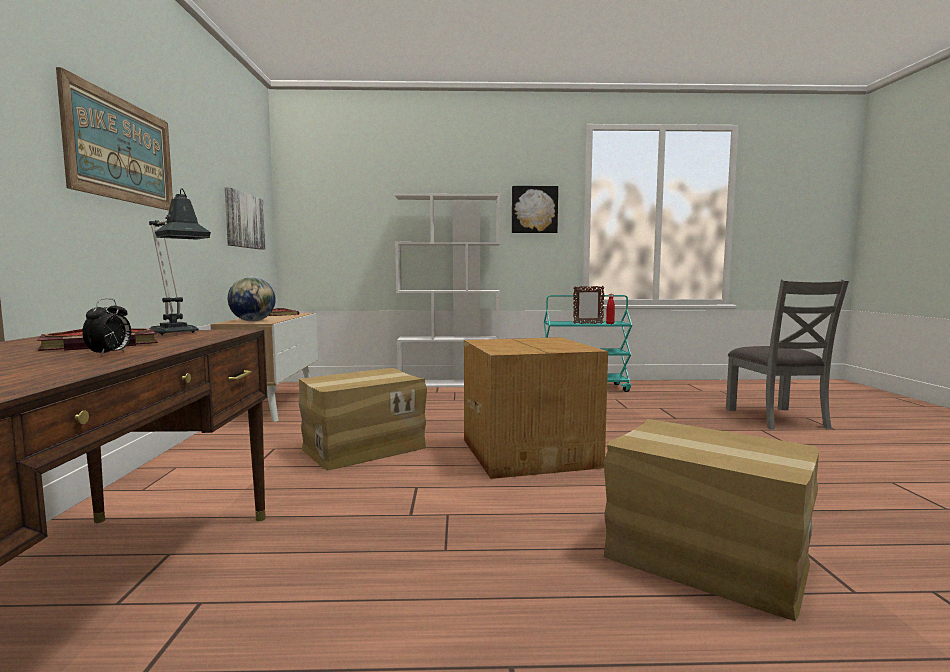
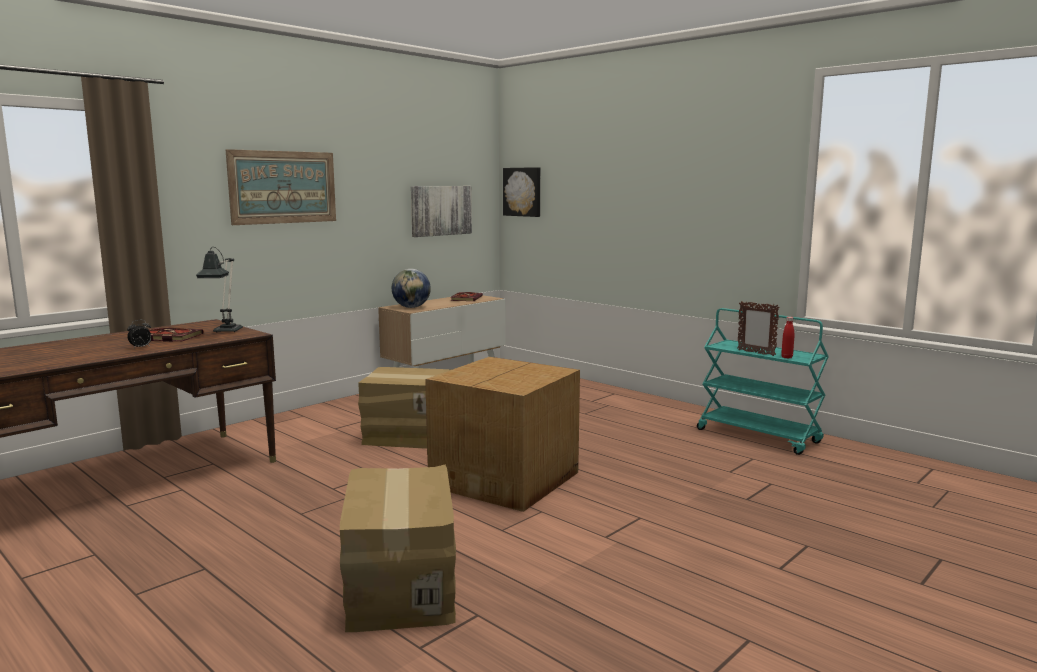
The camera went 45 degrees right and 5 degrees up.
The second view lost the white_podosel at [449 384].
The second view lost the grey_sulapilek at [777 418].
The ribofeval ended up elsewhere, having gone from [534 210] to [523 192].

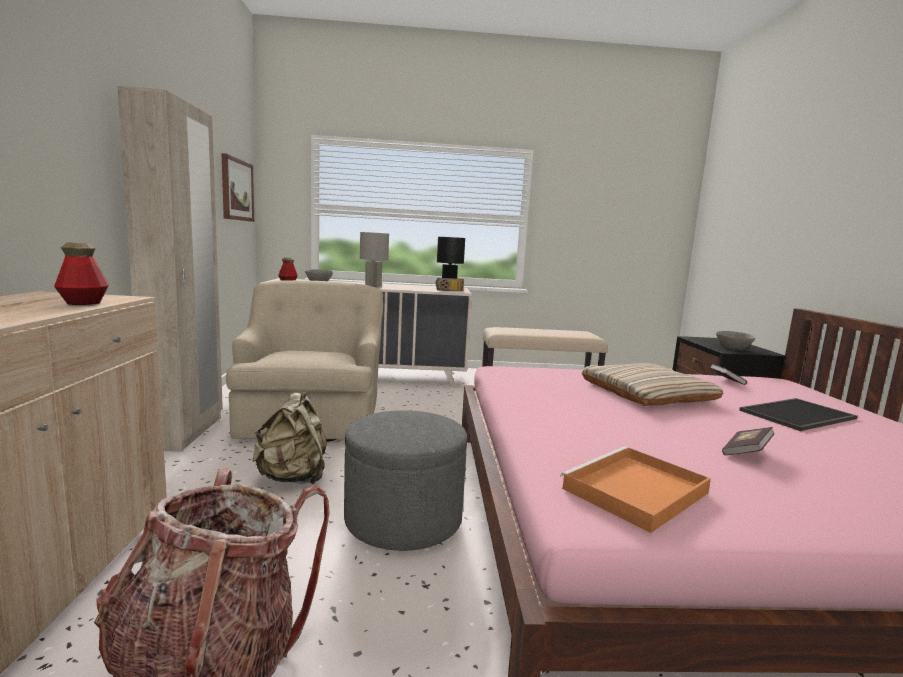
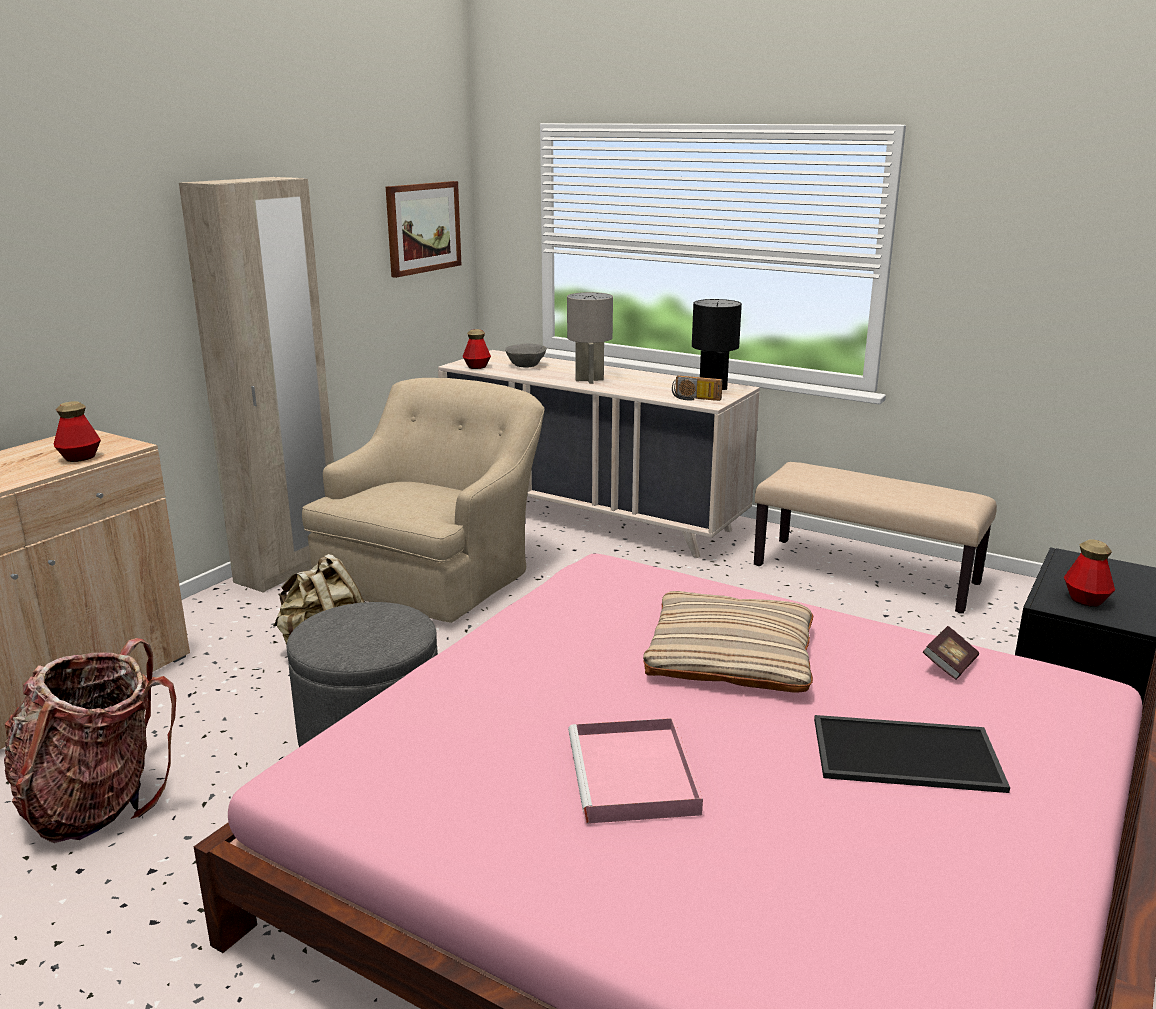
The camera went 35 degrees right and 10 degrees up.
The second view lost the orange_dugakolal at [634 492].
Where the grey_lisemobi stood at [732 348], the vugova came to stand at [1085 600].
Where the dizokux stood at [746 452], the pink_dugakolal came to stand at [634 777].

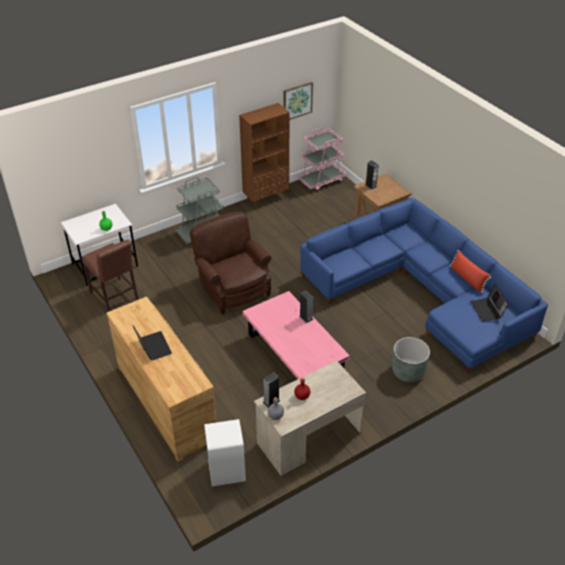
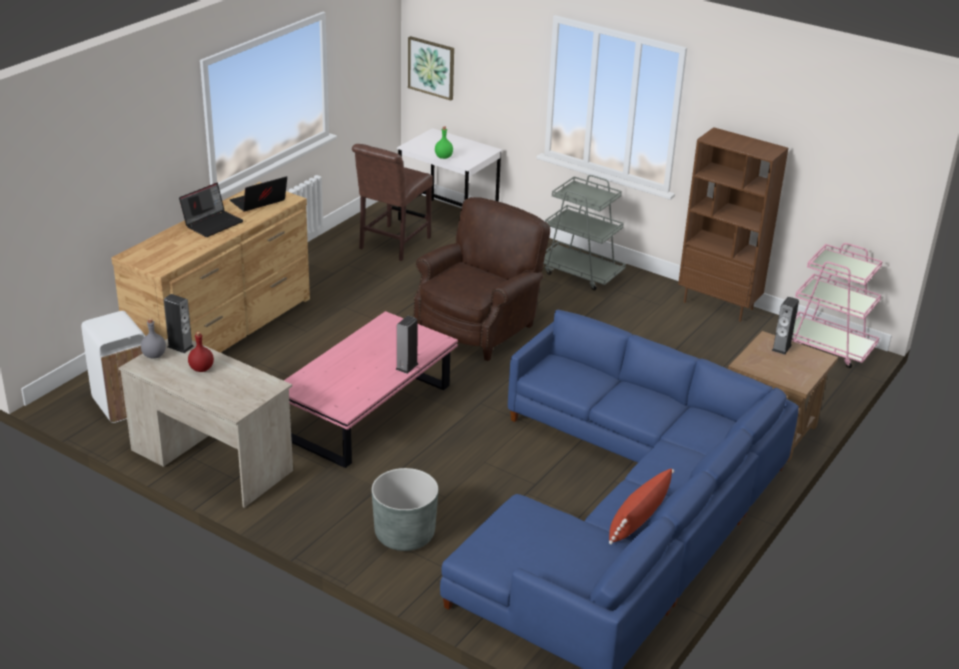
The camera went 65 degrees right and 10 degrees down.
The ribofeval ended up elsewhere, having gone from [297 101] to [431 67].
The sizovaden ended up elsewhere, having gone from [487 310] to [258 203].

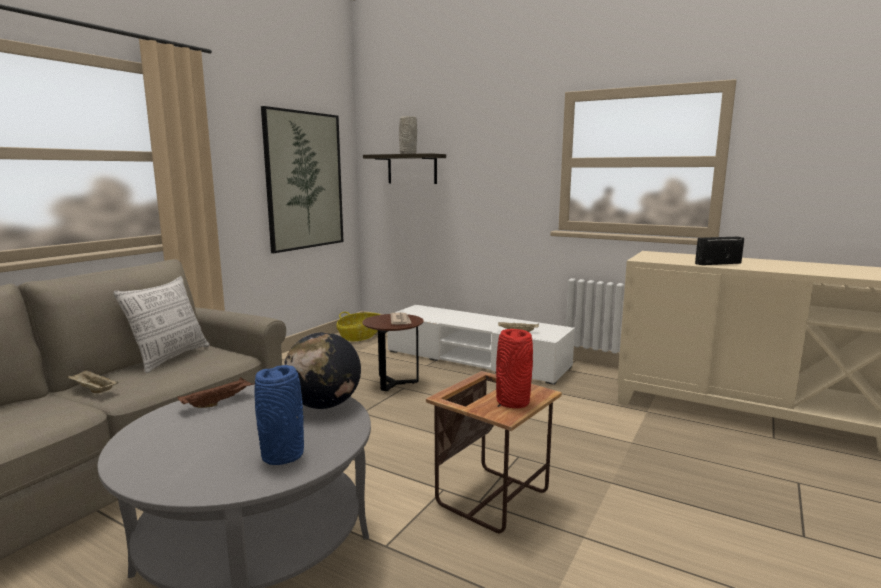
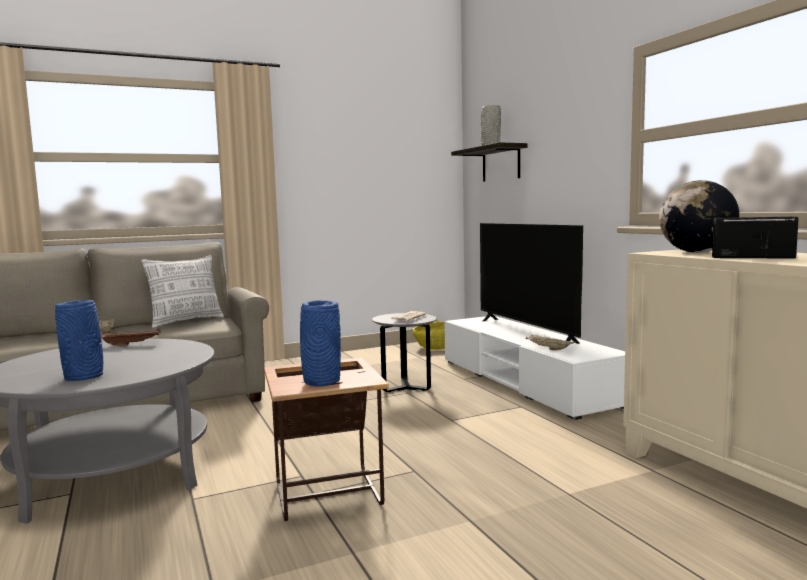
The camera went 35 degrees right and 5 degrees down.
The second view lost the ribofeval at [304 181].
The second view gained the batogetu at [526 331].
The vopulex ended up elsewhere, having gone from [324 405] to [696 252].
What was the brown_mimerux at [394 383] turned into the grey_mimerux at [406 387].
What was the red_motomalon at [512 402] turned into the blue_motomalon at [320 381].

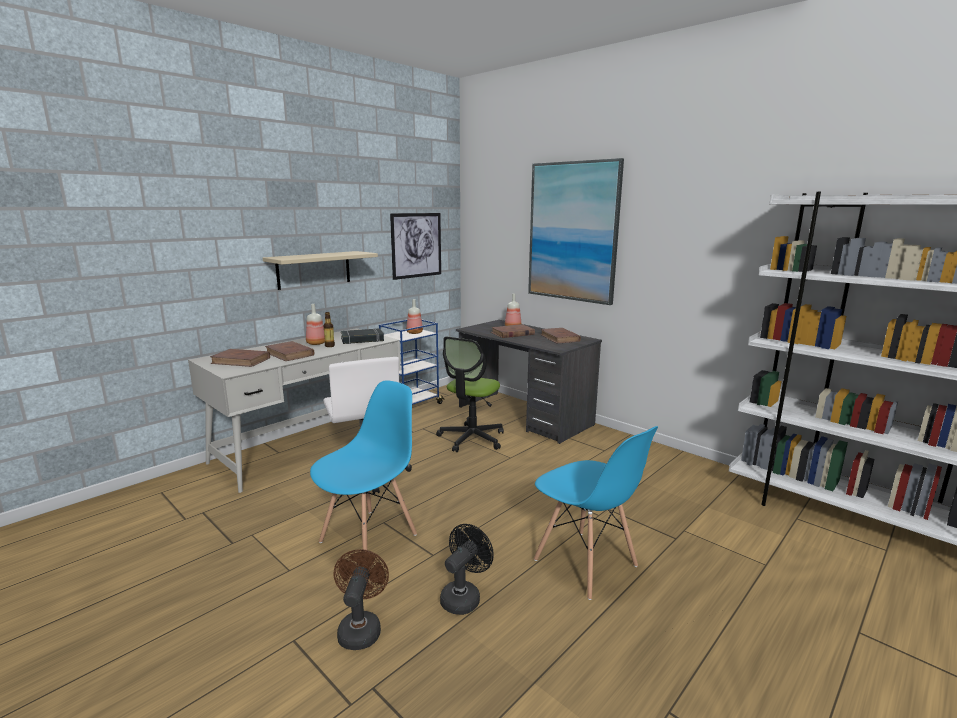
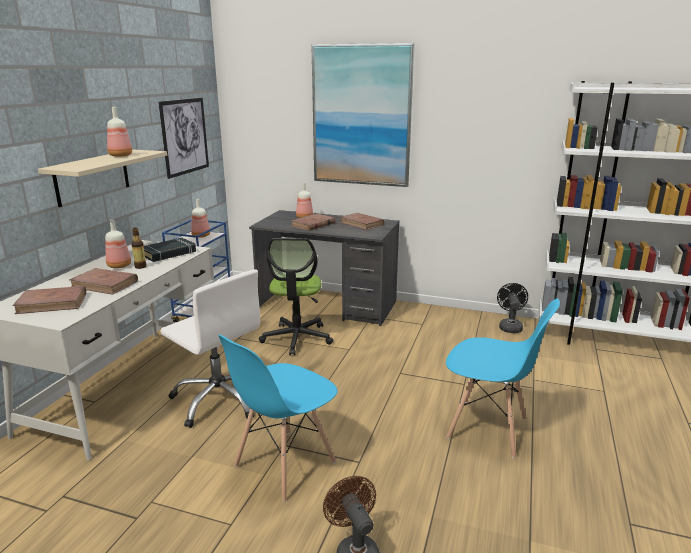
The camera went 25 degrees left and 5 degrees up.
The second view gained the vugova at [120 156].
The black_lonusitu ended up elsewhere, having gone from [464 596] to [510 326].
The blue_sulapilek at [369 538] ended up facing another way, 150 degrees counterclockwise from before.

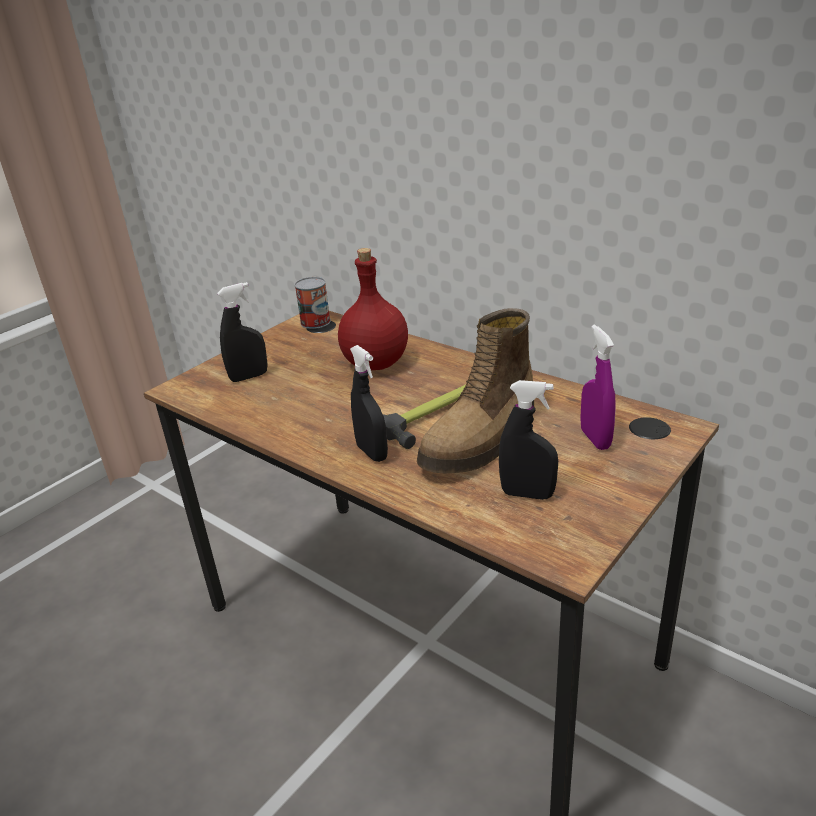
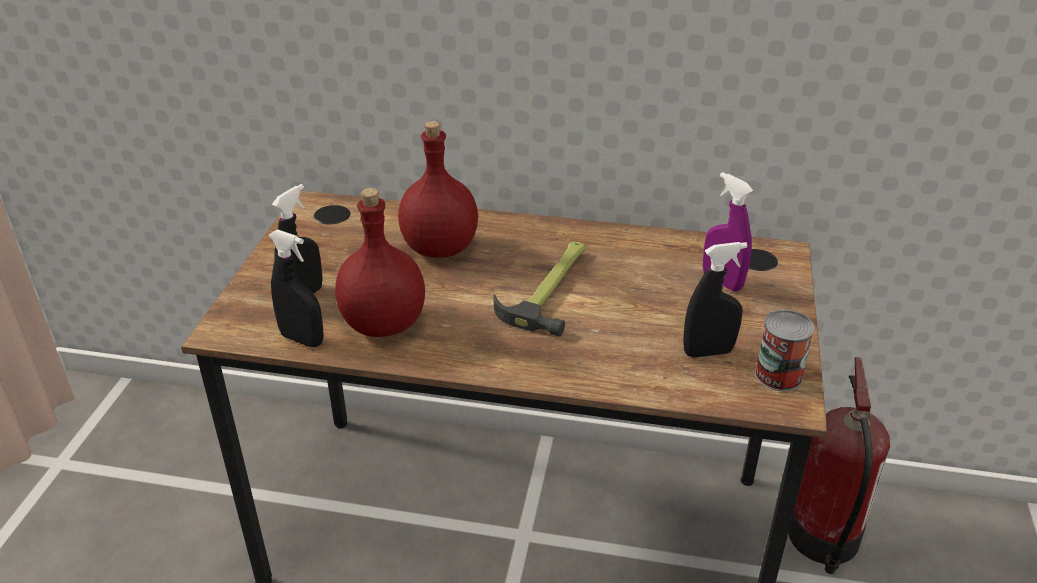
The camera went 30 degrees left and 5 degrees up.
The second view lost the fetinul at [482 440].
The second view gained the red_vugova at [384 323].
The second view gained the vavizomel at [824 540].
The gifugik ended up elsewhere, having gone from [315 322] to [778 375].
The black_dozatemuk ended up elsewhere, having gone from [372 453] to [302 339].

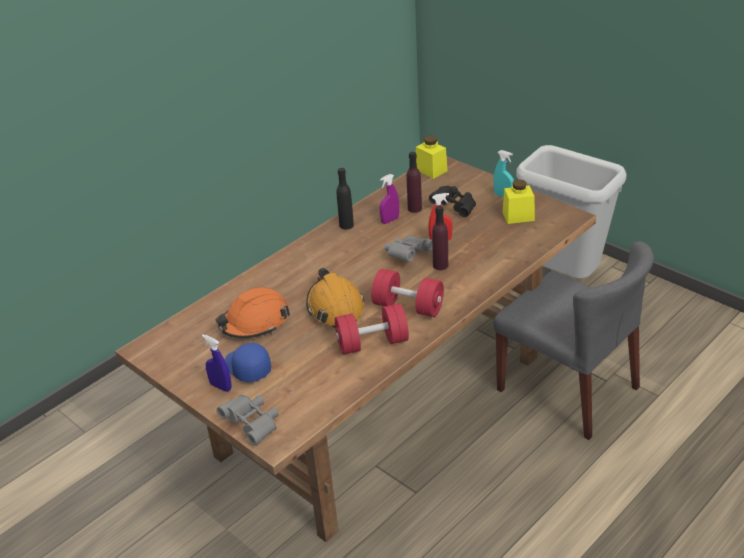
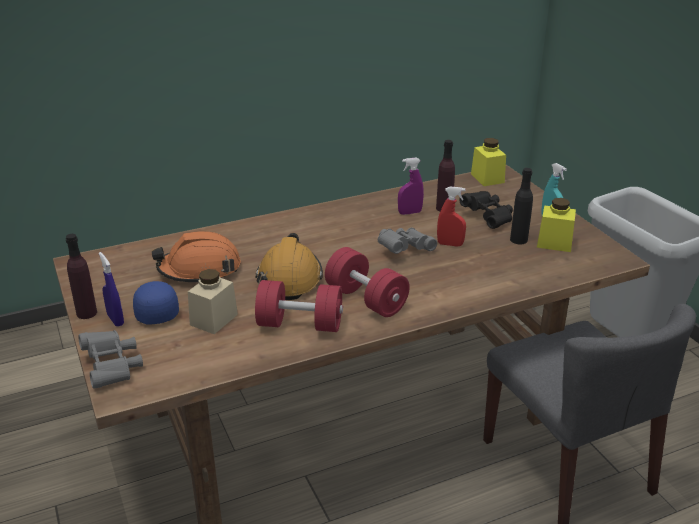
The camera went 20 degrees right and 5 degrees down.
The second view gained the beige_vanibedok at [214 319].
The black_vugova ended up elsewhere, having gone from [346 225] to [518 240].
The purple_vugova ended up elsewhere, having gone from [440 265] to [86 313].

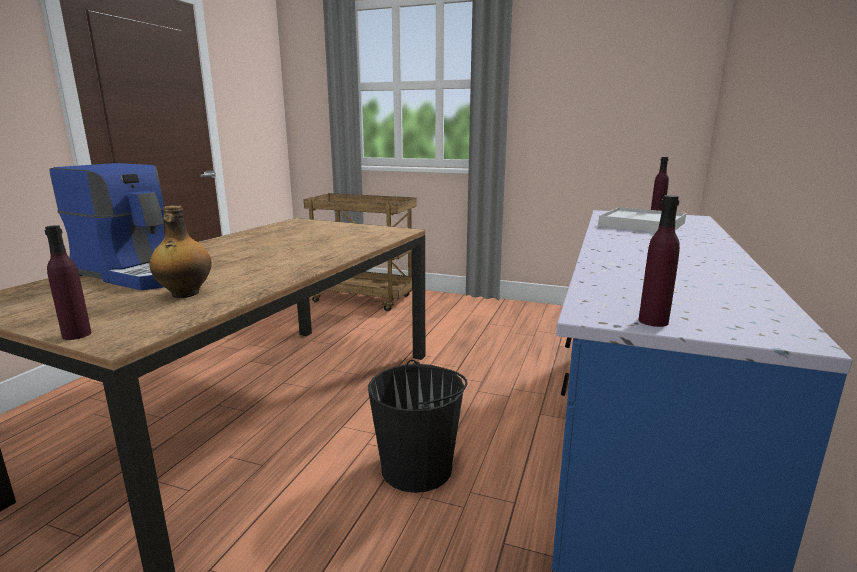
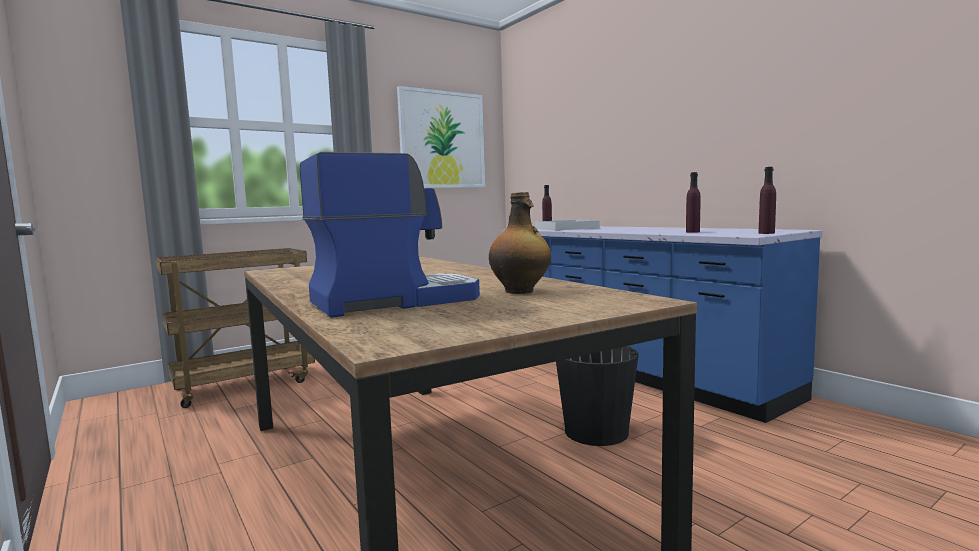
The camera went 55 degrees left and 10 degrees down.
The second view gained the ribofeval at [442 140].
The purple_vugova ended up elsewhere, having gone from [77 335] to [692 232].

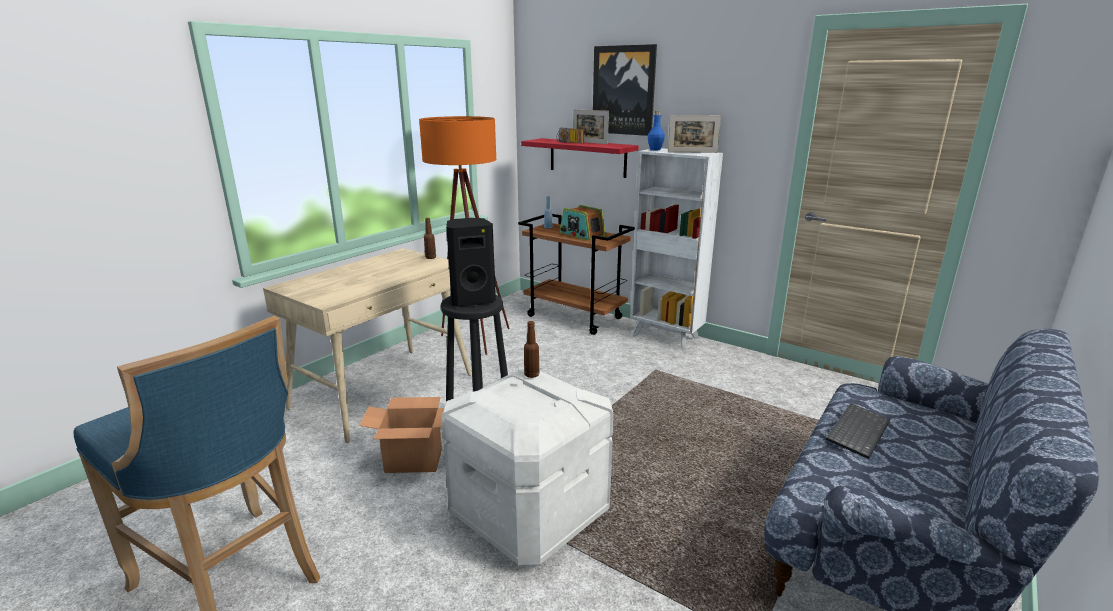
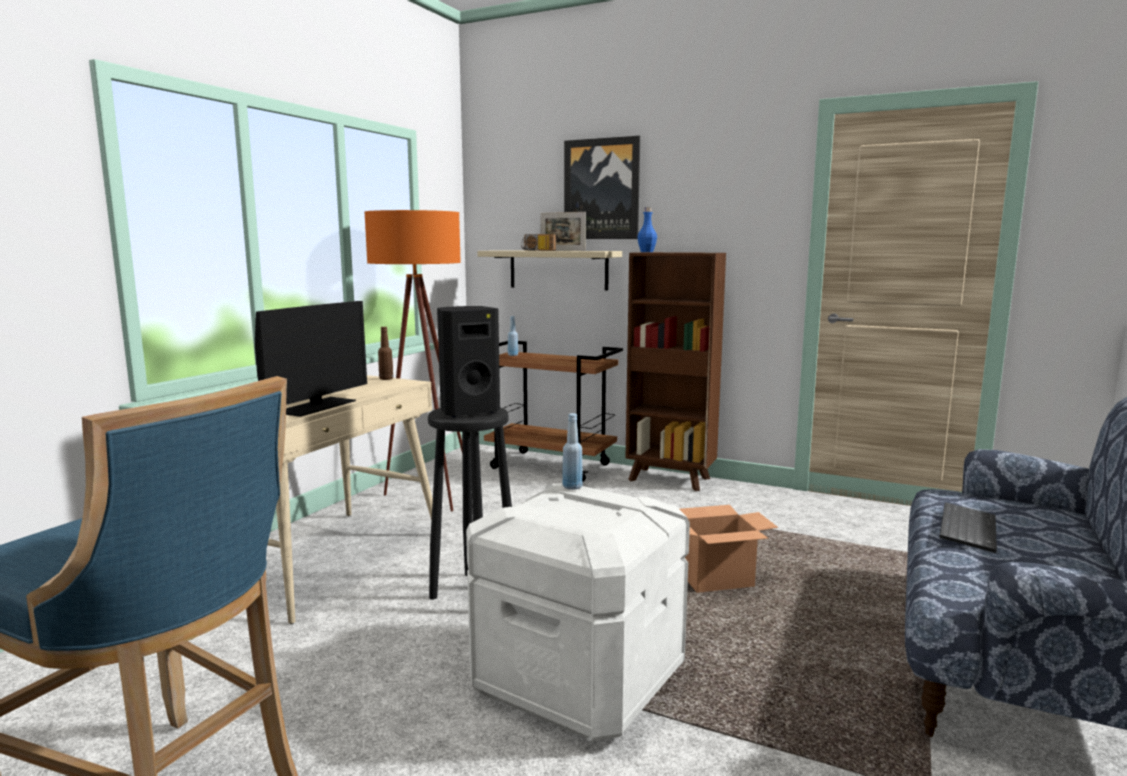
The camera went 10 degrees left and 10 degrees down.
The second view lost the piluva at [581 235].
The second view lost the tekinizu at [692 152].
The second view gained the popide at [316 406].
The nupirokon ended up elsewhere, having gone from [414 460] to [717 581].
What was the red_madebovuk at [587 157] turned into the beige_madebovuk at [558 269].
What was the brown_vugova at [531 375] turned into the blue_vugova at [572 487].
What was the white_podosel at [666 337] turned into the brown_podosel at [671 480].

